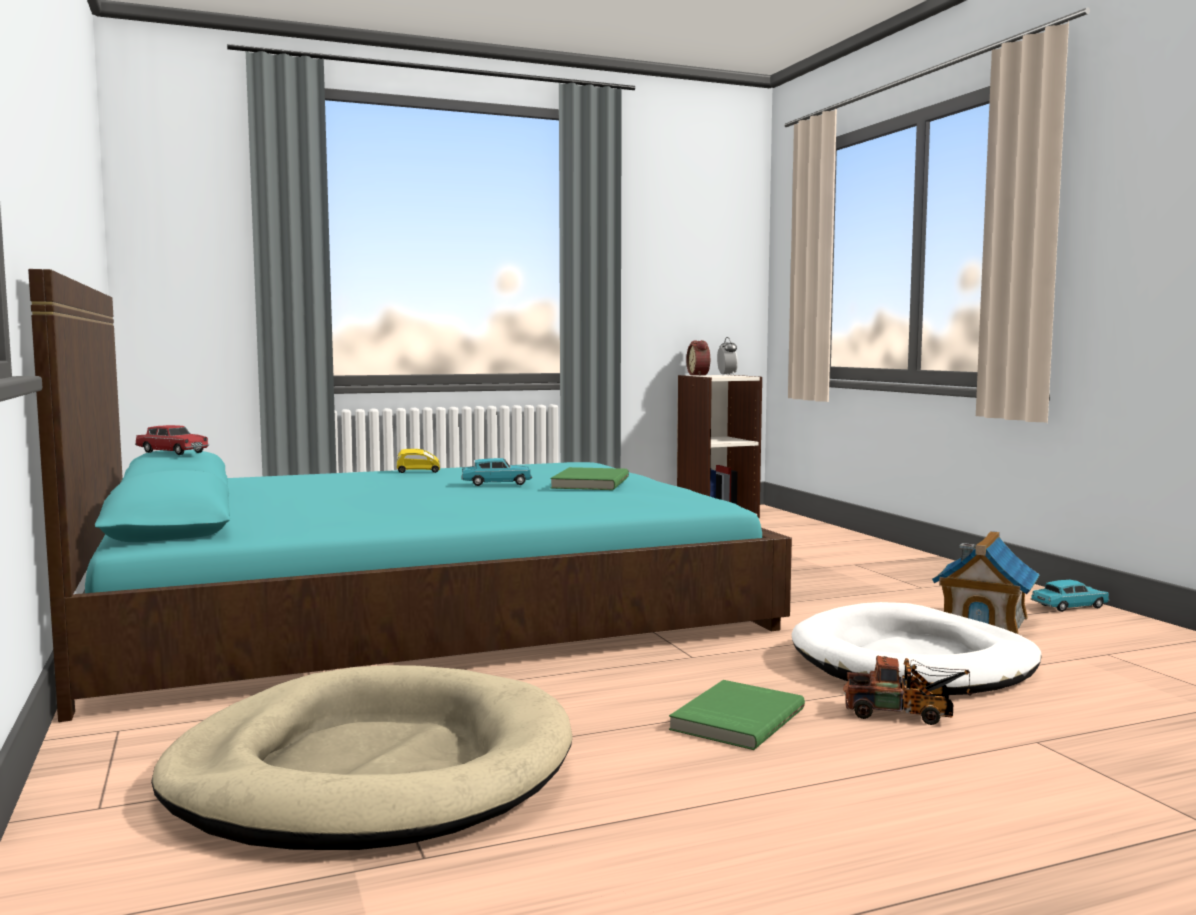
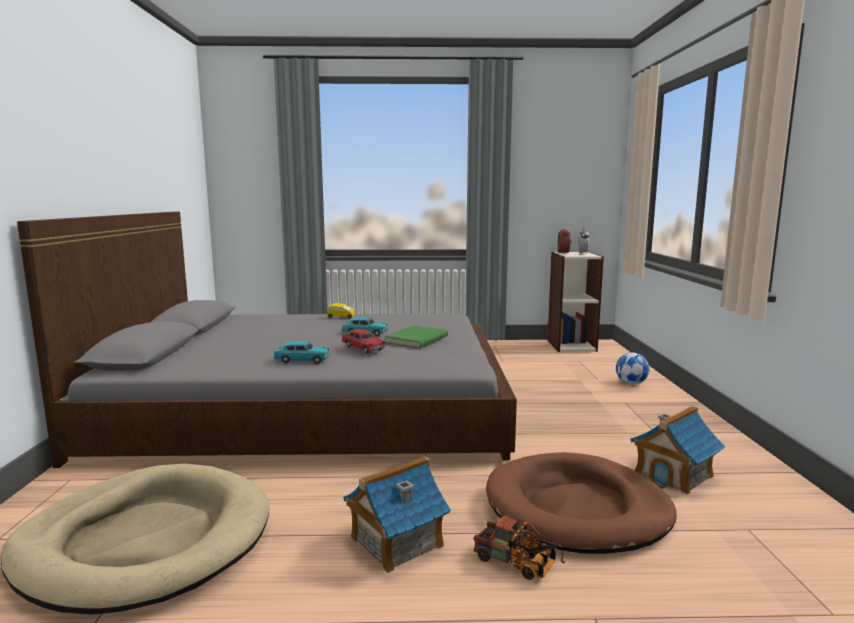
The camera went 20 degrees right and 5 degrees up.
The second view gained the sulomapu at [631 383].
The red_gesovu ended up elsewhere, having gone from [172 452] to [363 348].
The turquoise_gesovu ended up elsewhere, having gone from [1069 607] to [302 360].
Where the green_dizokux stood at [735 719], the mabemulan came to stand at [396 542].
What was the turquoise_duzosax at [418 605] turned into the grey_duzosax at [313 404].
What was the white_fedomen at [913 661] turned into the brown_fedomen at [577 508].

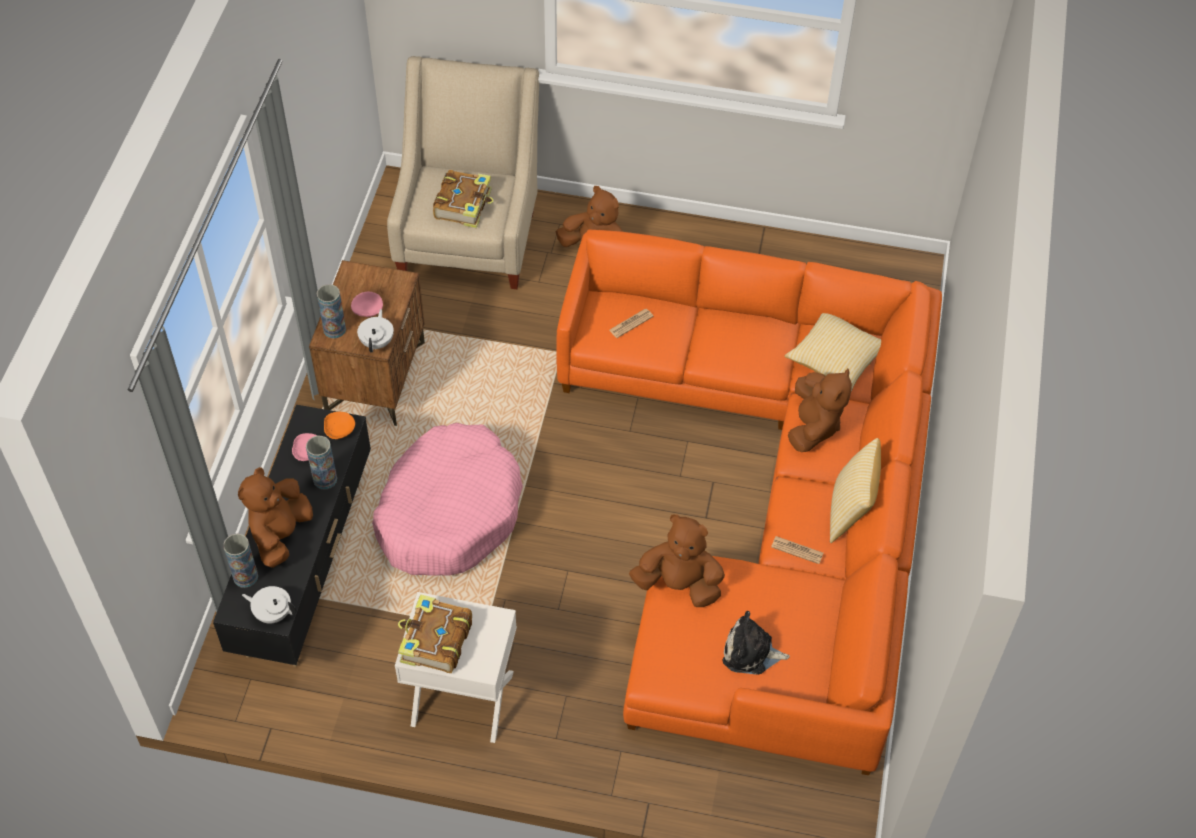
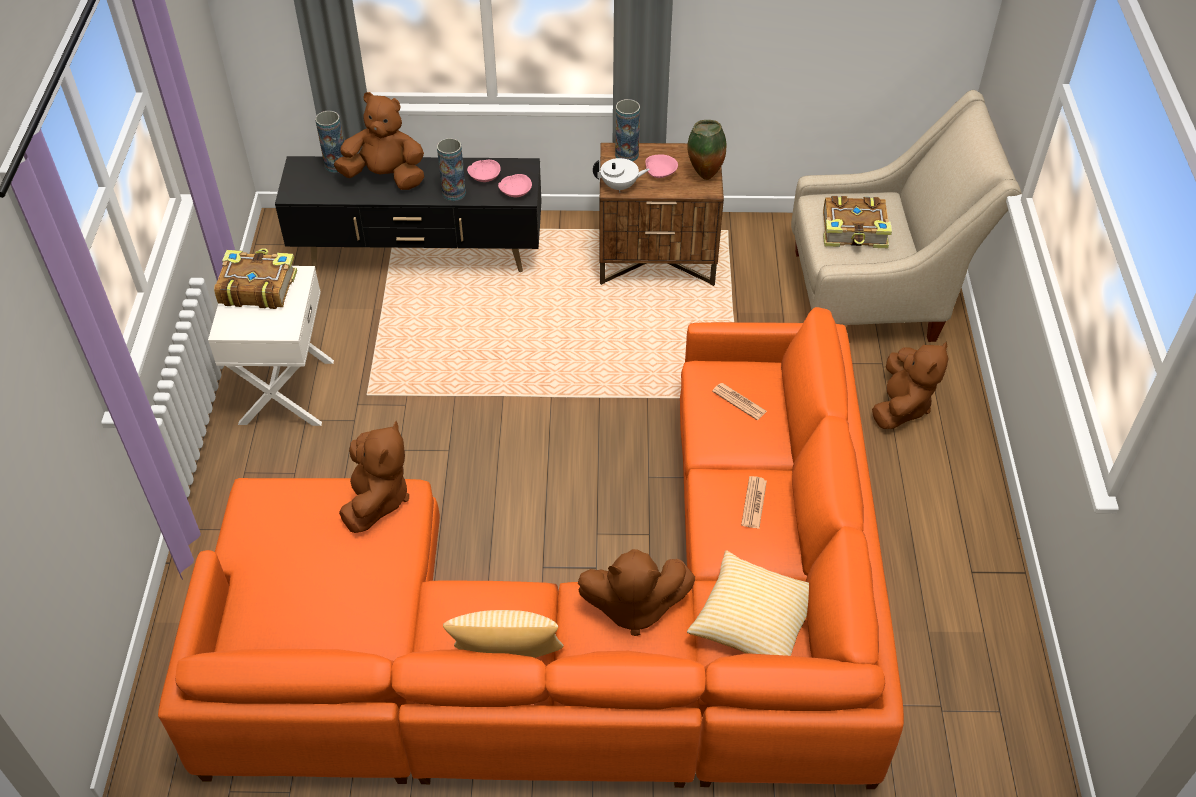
The camera went 80 degrees right and 5 degrees down.
The second view lost the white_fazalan at [273 613].
The second view lost the pink_fedomen at [449 512].
The second view lost the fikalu at [751 652].
The second view gained the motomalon at [704 176].
The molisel ended up elsewhere, having gone from [797 550] to [754 503].
What was the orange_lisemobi at [339 430] turned into the pink_lisemobi at [515 191].

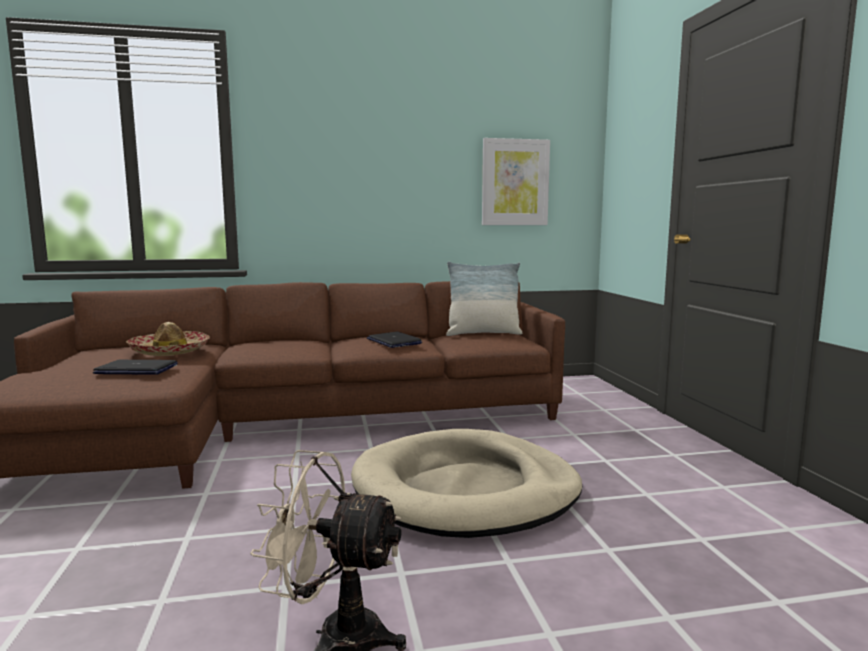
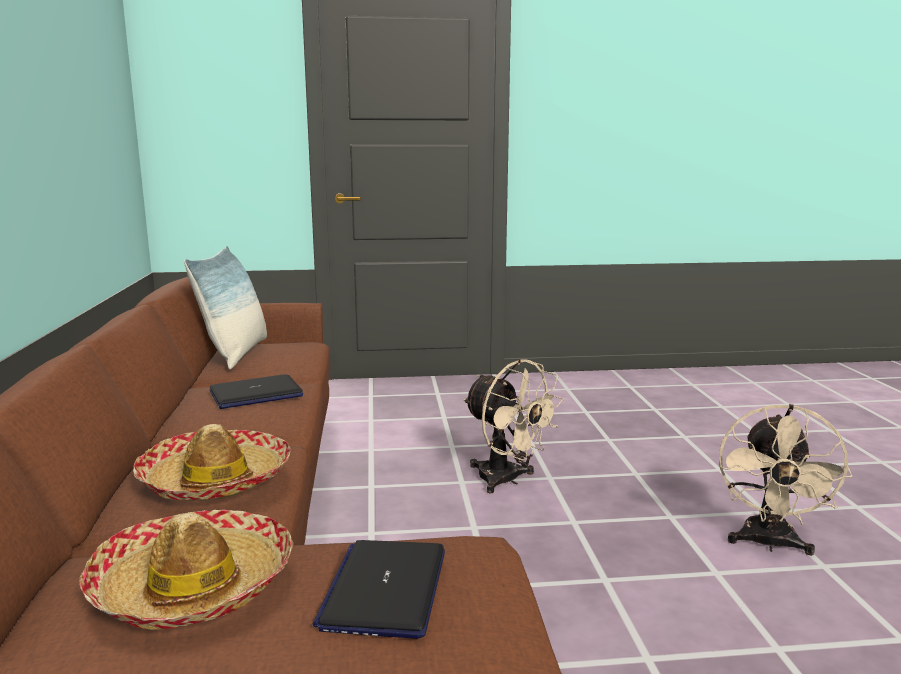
The camera went 85 degrees left and 5 degrees up.
The second view lost the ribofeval at [515 182].
The second view gained the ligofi at [216 480].
Where the beige_fedomen stood at [466 490], the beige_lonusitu came to stand at [507 480].

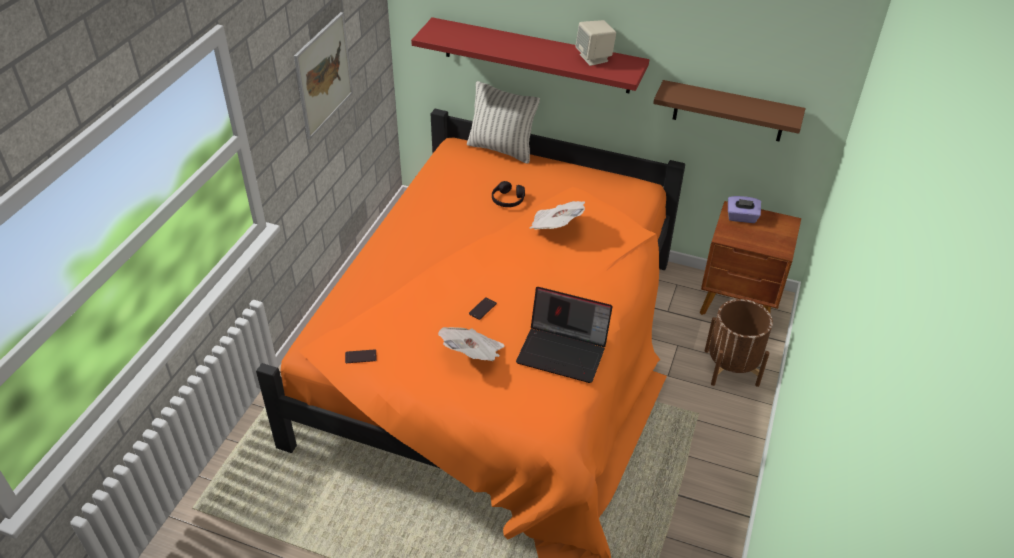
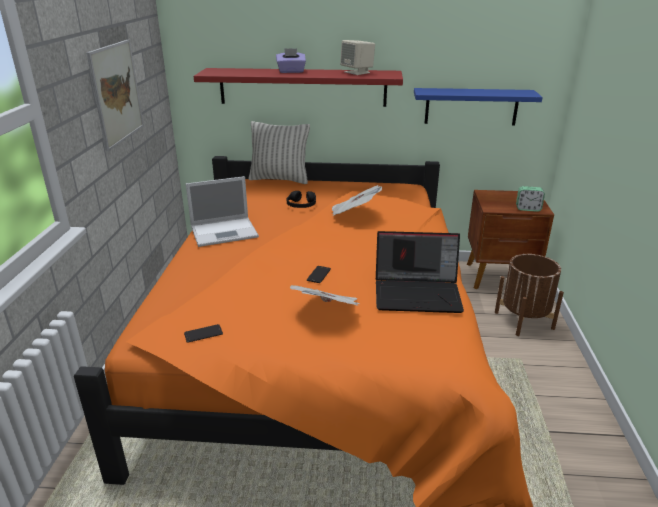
The camera went 15 degrees left and 15 degrees down.
The second view gained the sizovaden at [225 231].
The second view gained the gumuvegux at [528 209].
The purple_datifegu ended up elsewhere, having gone from [741 217] to [291 71].
What was the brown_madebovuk at [729 111] turned into the blue_madebovuk at [471 106].

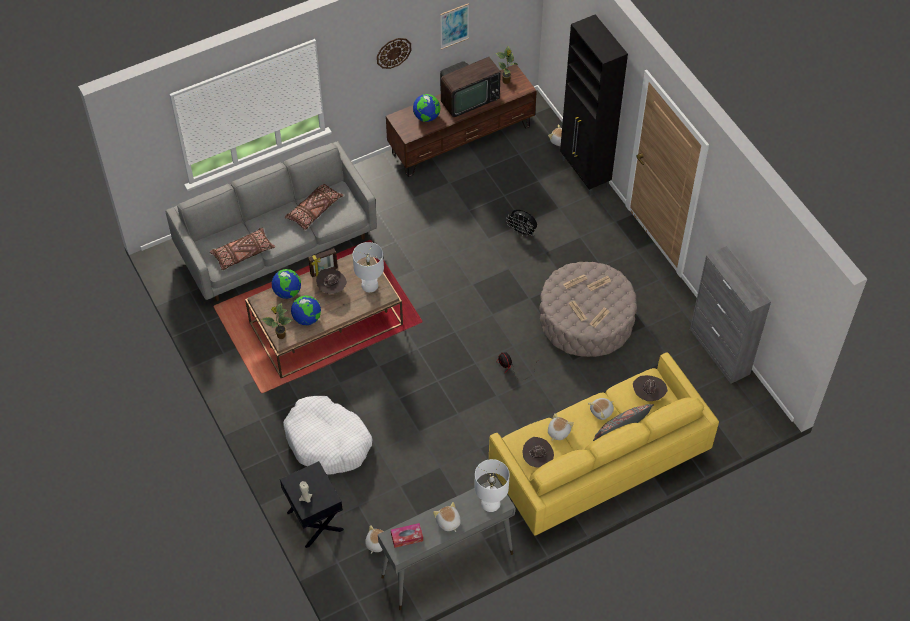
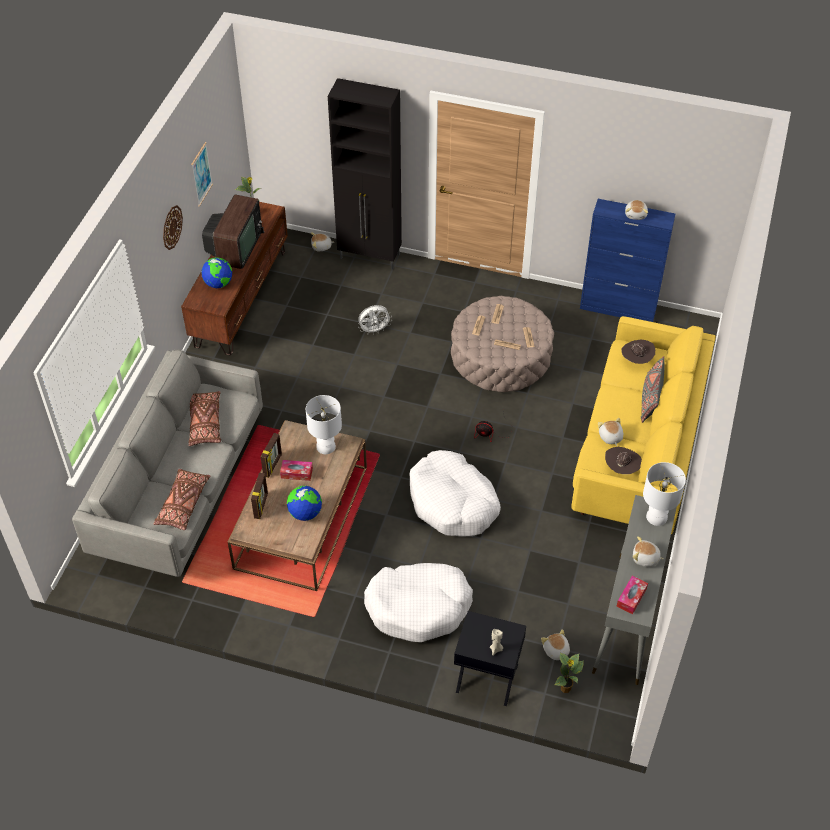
The camera went 45 degrees left and 5 degrees down.
The second view gained the white_fedomen at [453 502].
The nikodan ended up elsewhere, having gone from [280 336] to [565 689].
The fikalu ended up elsewhere, having gone from [602 411] to [636 214].
Where the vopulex stood at [287 292], the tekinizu came to stand at [261 506].
Where the brown_ligofi stood at [332 288], the datifegu came to stand at [296 473].
What was the black_lonusitu at [522 232] turned into the white_lonusitu at [374 330].
What was the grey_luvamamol at [719 352] turned into the blue_luvamamol at [618 308].

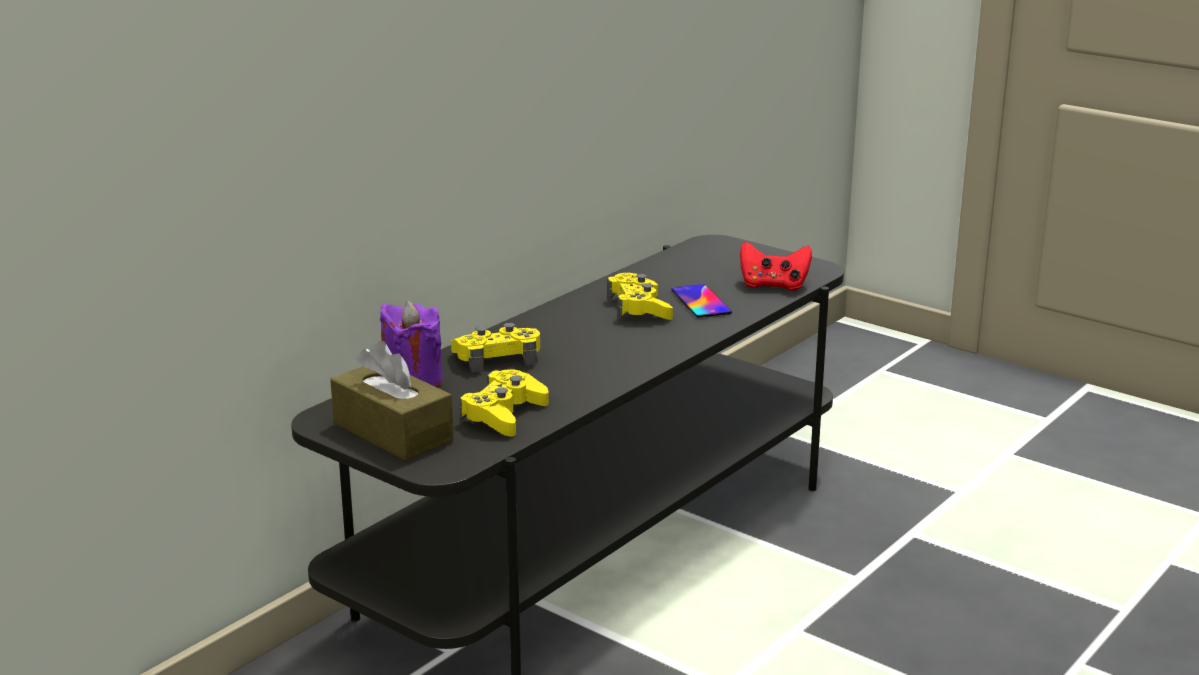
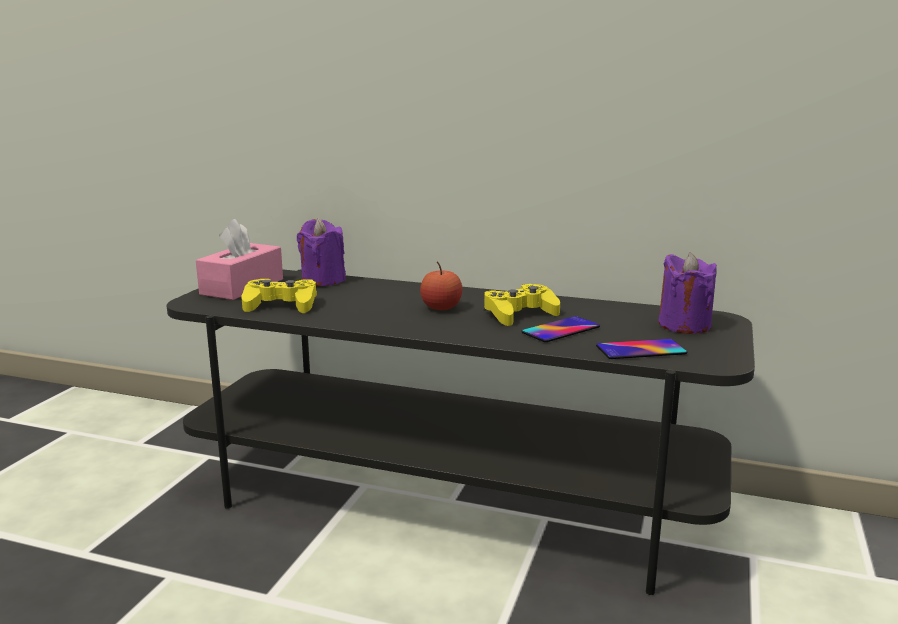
The camera went 70 degrees right and 5 degrees down.
The second view lost the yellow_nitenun at [497 358].
The second view gained the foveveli at [441 307].
The second view gained the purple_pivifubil at [684 325].
Where the red_nitenun stood at [773 285], the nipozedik came to stand at [641 350].
What was the brown_datifegu at [393 432] turned into the pink_datifegu at [242 287].

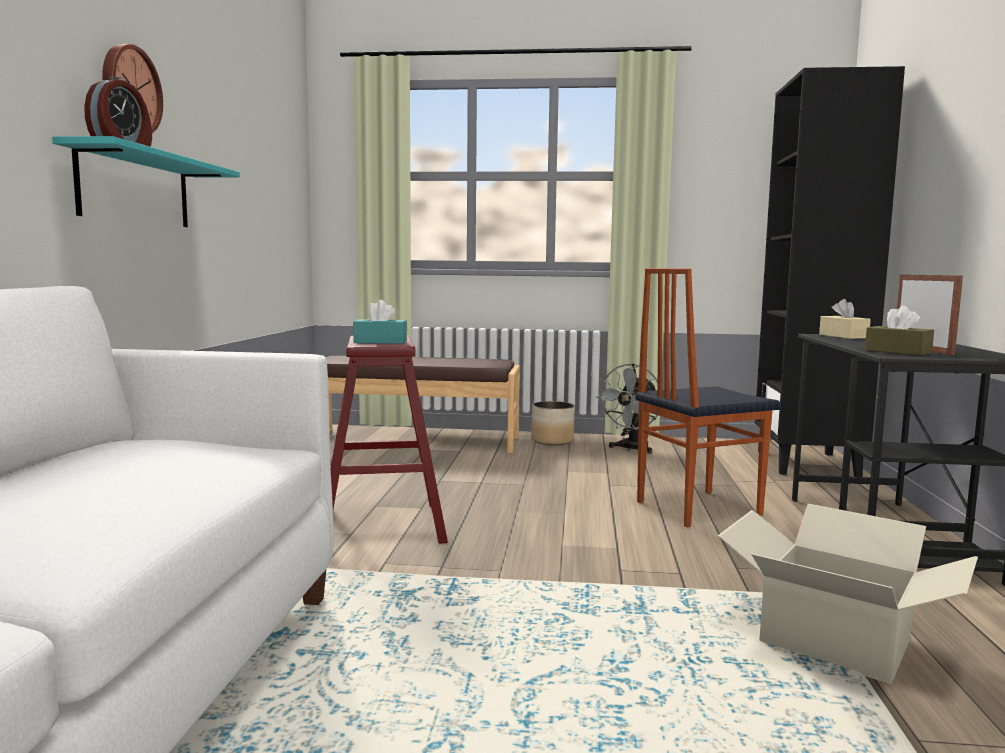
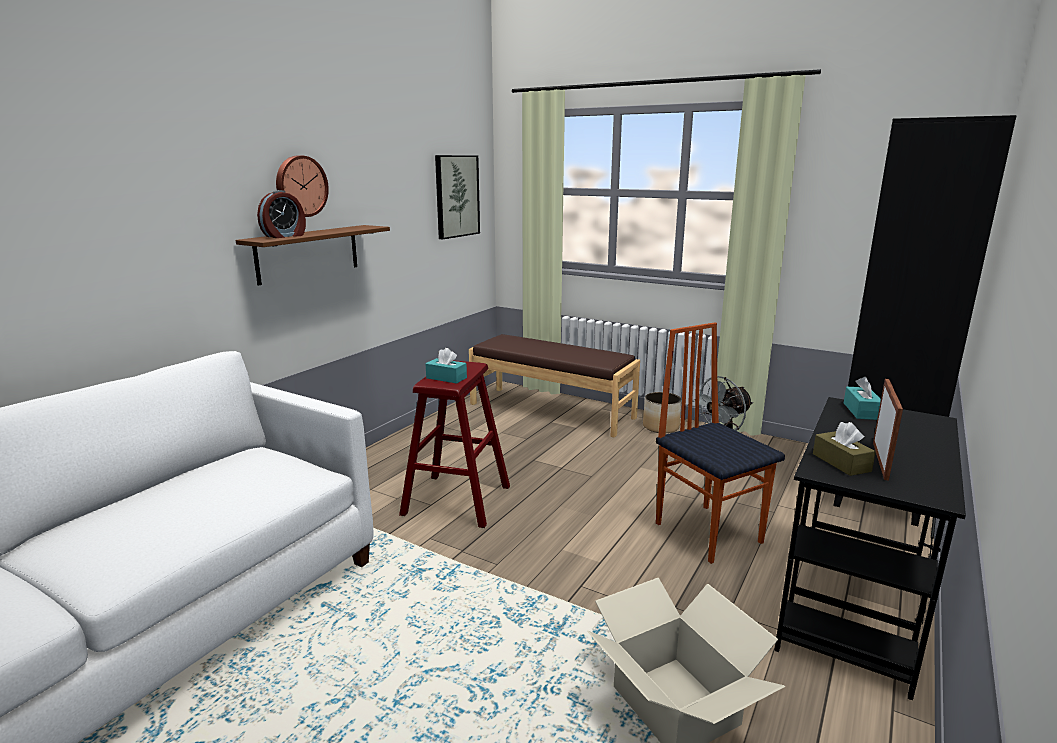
The camera went 25 degrees right and 10 degrees up.
The second view gained the ribofeval at [456 196].
What was the turquoise_madebovuk at [135 189] turned into the brown_madebovuk at [308 253].
What was the beige_datifegu at [843 336] turned into the turquoise_datifegu at [861 411].
The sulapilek at [696 508] ended up facing another way, 60 degrees clockwise from before.

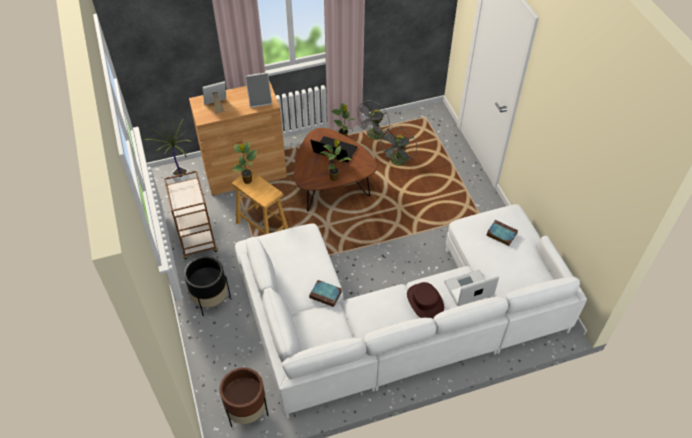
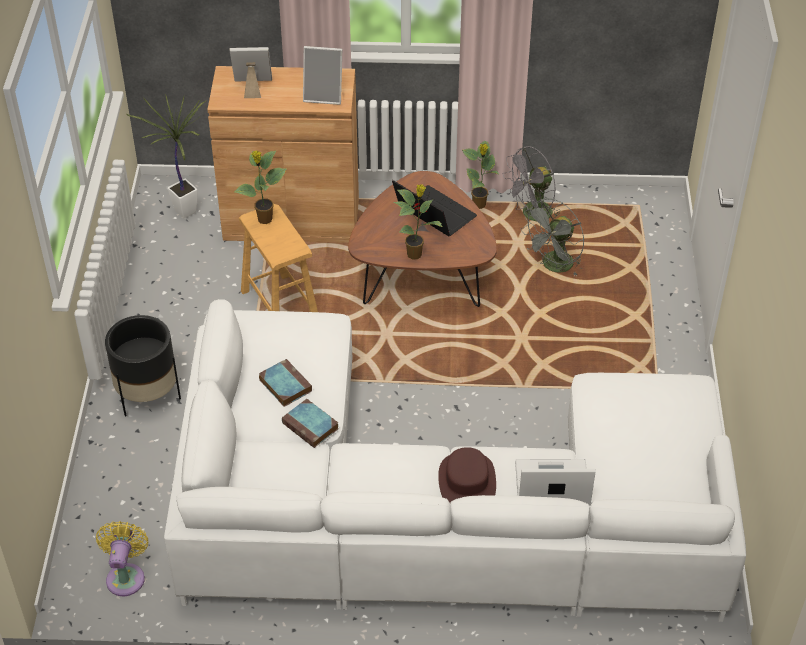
The camera went 20 degrees right and 5 degrees down.
The second view lost the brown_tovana at [197 240].
The dizokux ended up elsewhere, having gone from [500 234] to [284 385].
Where the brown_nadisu stood at [247 411], the yellow_lonusitu came to stand at [126 576].

